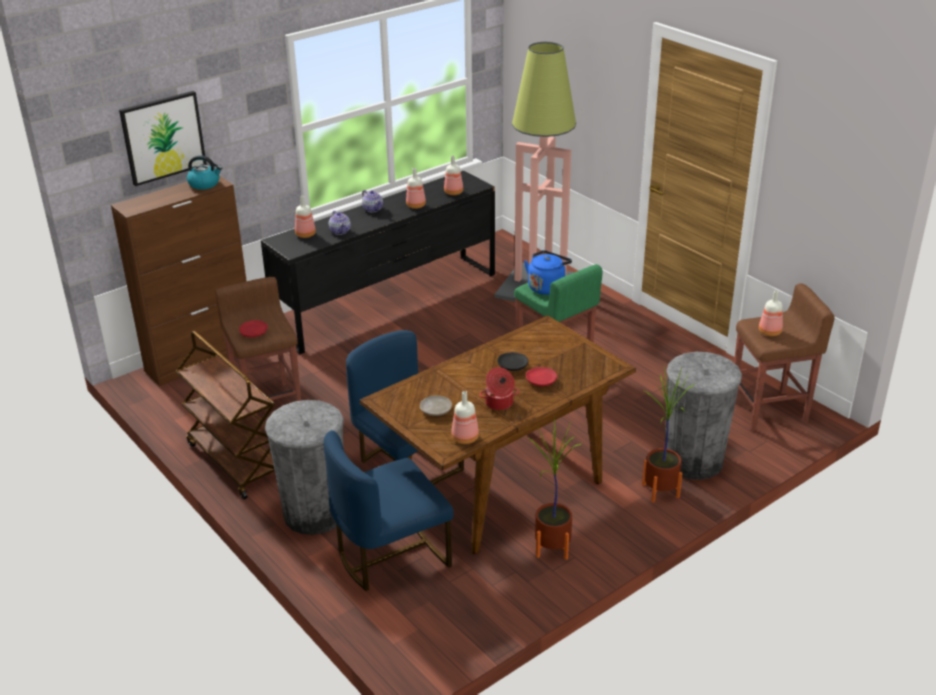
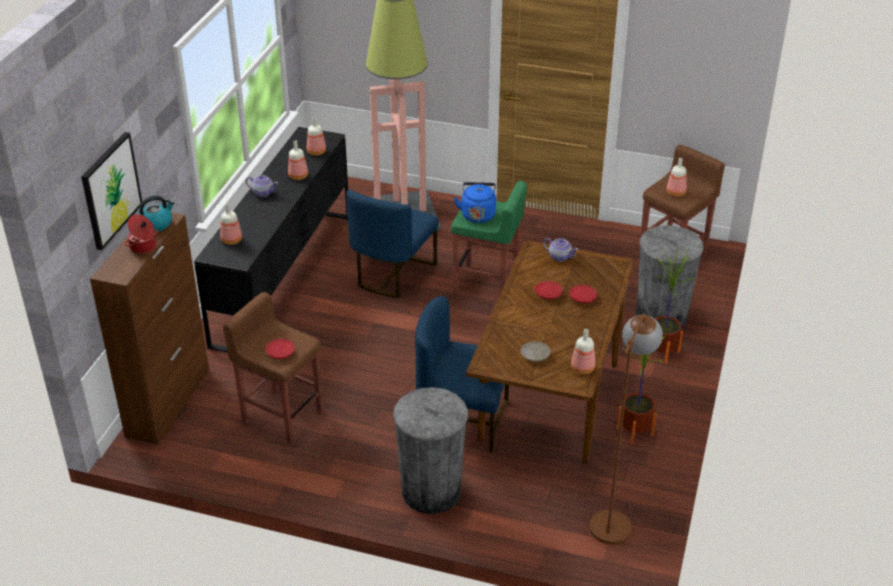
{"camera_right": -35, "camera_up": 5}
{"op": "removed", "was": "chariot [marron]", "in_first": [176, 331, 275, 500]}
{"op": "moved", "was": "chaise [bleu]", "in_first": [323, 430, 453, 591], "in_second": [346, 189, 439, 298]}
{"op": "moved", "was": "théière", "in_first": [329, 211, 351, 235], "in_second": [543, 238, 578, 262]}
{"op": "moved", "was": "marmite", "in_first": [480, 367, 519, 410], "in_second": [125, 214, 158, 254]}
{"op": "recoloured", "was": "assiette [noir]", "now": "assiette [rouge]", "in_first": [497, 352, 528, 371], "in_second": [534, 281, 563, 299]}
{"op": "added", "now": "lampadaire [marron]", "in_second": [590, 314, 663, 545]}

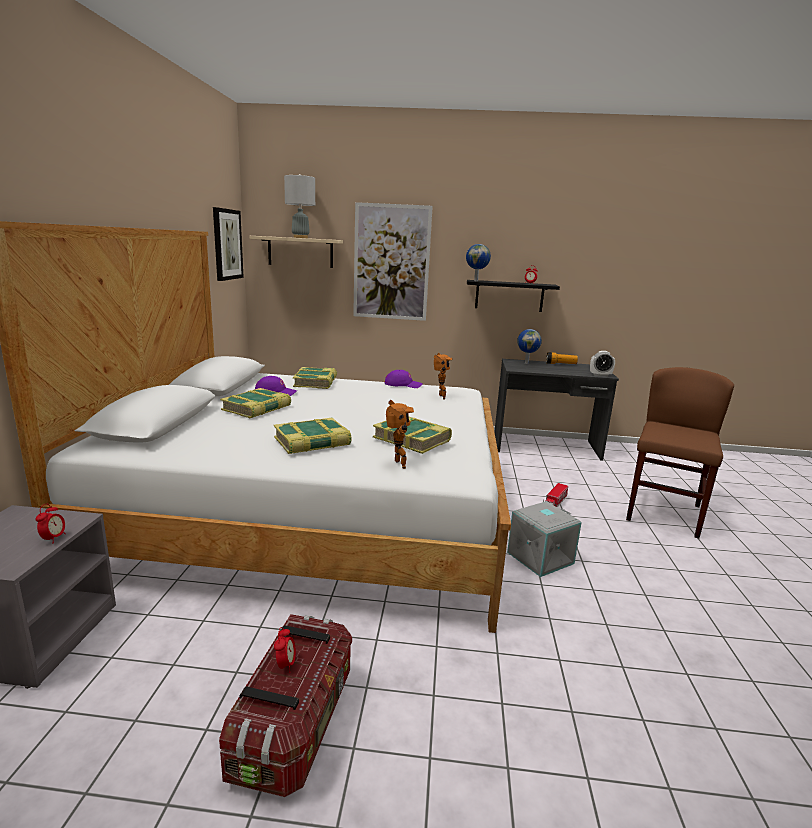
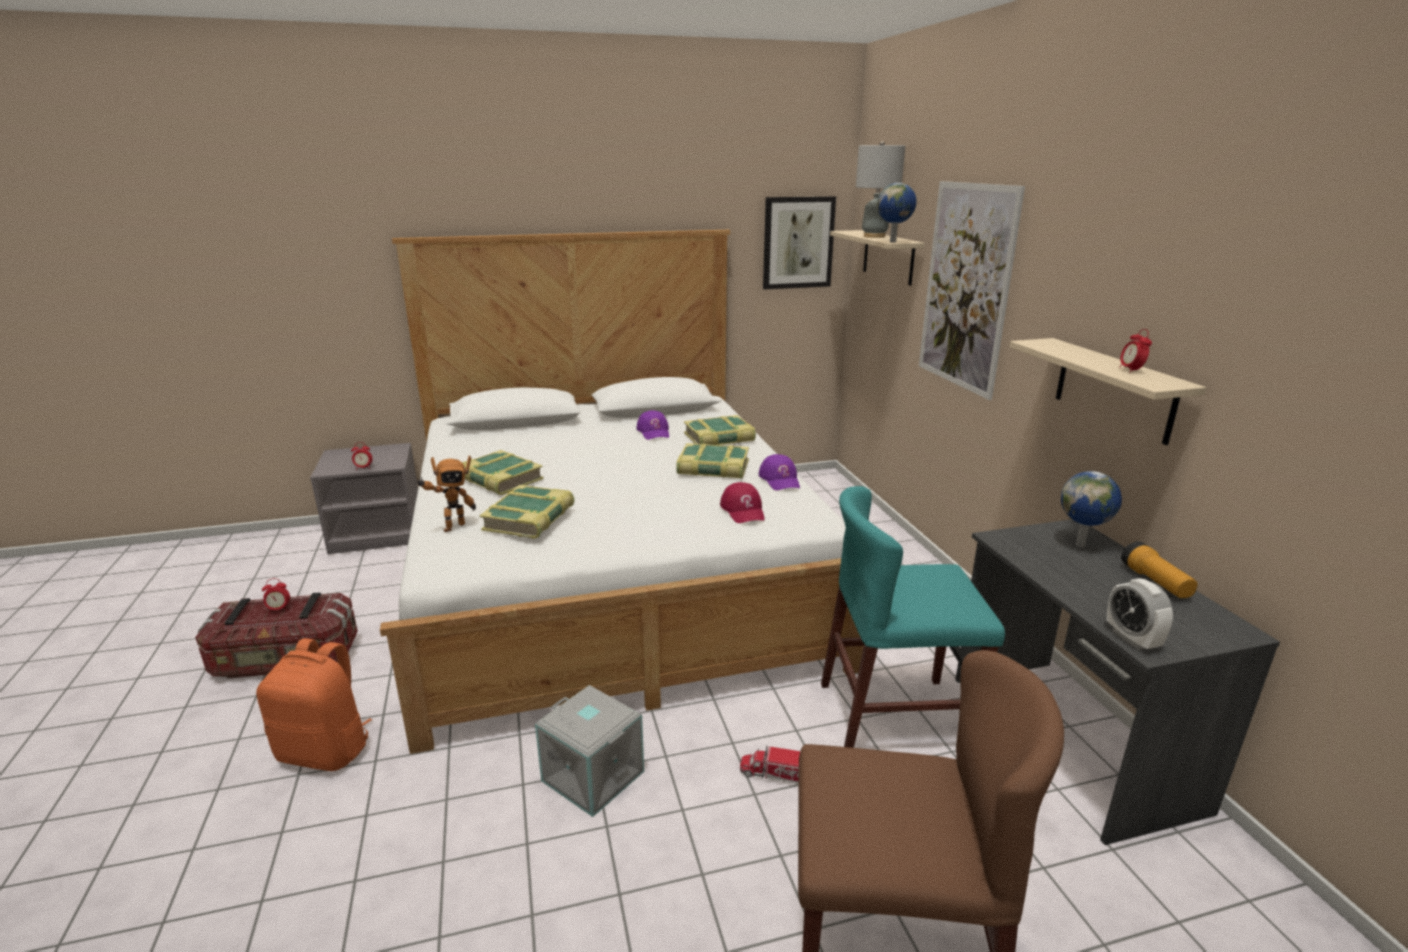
{"camera_right": 70, "camera_up": 5}
{"op": "moved", "was": "livre", "in_first": [220, 388, 291, 419], "in_second": [676, 443, 749, 478]}
{"op": "replaced", "was": "robot jouet", "now": "casquette [rouge]", "in_first": [434, 353, 453, 399], "in_second": [720, 482, 765, 523]}
{"op": "moved", "was": "globe", "in_first": [466, 244, 491, 281], "in_second": [877, 183, 917, 242]}
{"op": "recoloured", "was": "étagère [noir]", "now": "étagère [beige]", "in_first": [467, 280, 560, 312], "in_second": [1009, 338, 1206, 445]}
{"op": "added", "now": "sac à dos [orange]", "in_second": [256, 638, 372, 771]}
{"op": "added", "now": "chaise [turquoise]", "in_second": [821, 486, 1005, 748]}

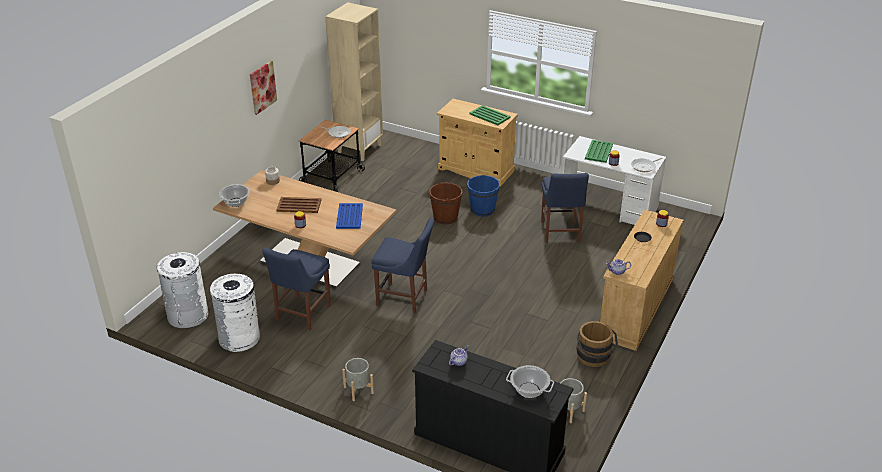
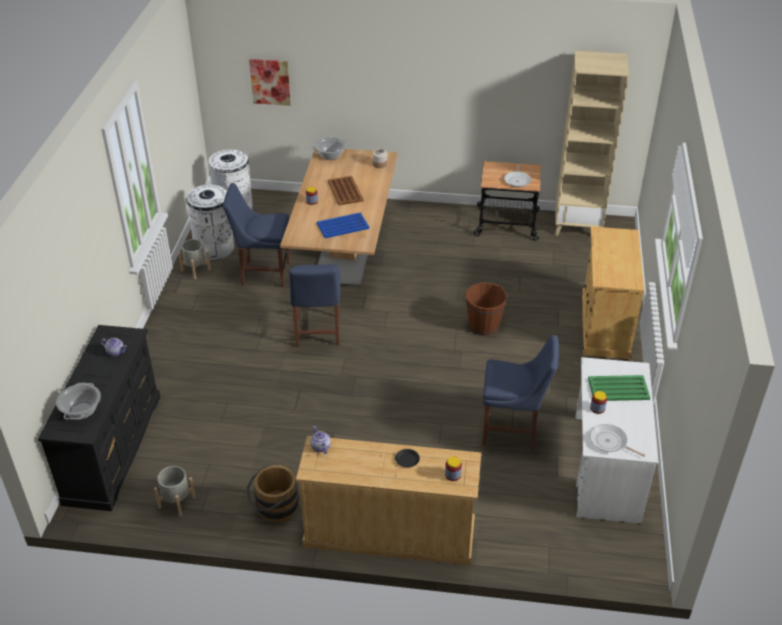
{"camera_right": 70, "camera_up": 5}
{"op": "moved", "was": "tableau", "in_first": [250, 61, 277, 115], "in_second": [249, 59, 291, 106]}
{"op": "moved", "was": "cache-pot [gris]", "in_first": [342, 358, 374, 401], "in_second": [178, 239, 211, 279]}
{"op": "removed", "was": "seau [bleu]", "in_first": [467, 175, 500, 217]}
{"op": "removed", "was": "plateau [vert]", "in_first": [470, 105, 511, 125]}
{"op": "turned", "was": "chaise [bleu]", "in_first": [541, 173, 589, 243], "in_second": [483, 335, 559, 451], "clockwise": -150}

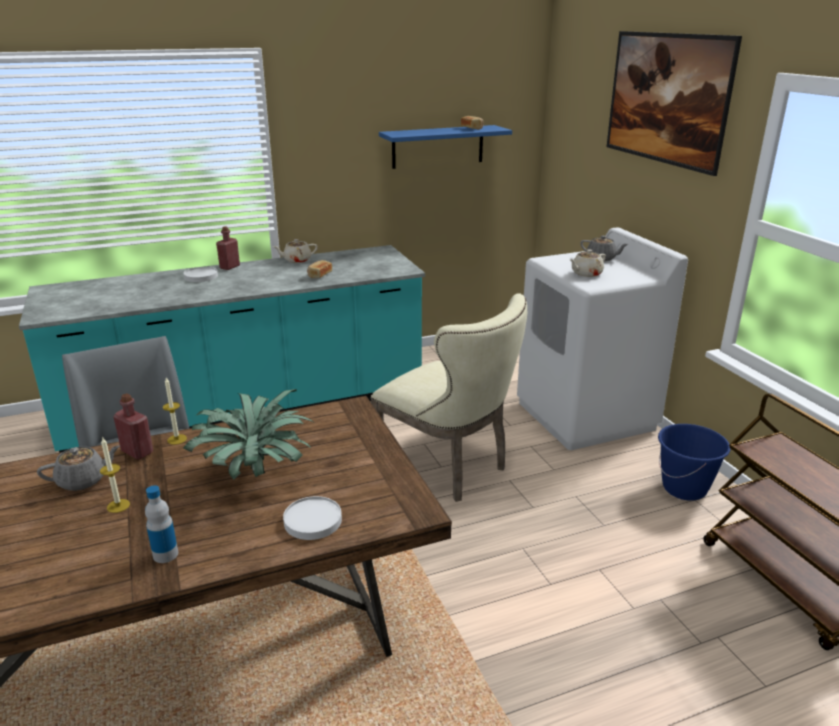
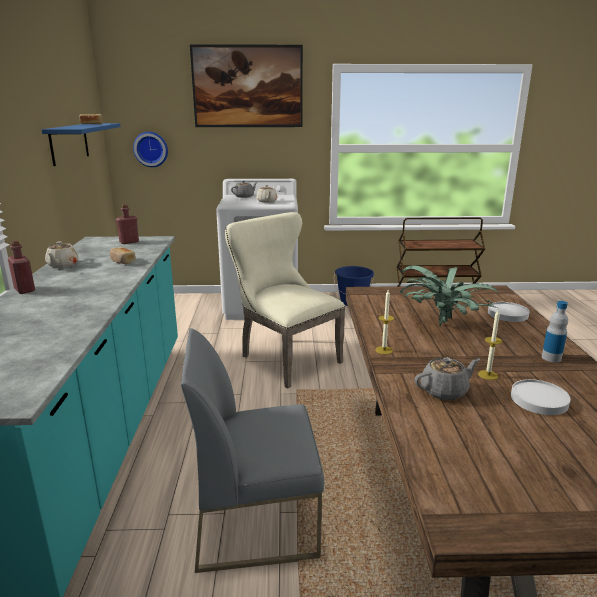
{"camera_right": -70, "camera_up": -5}
{"op": "turned", "was": "théière [gris]", "in_first": [37, 445, 120, 491], "in_second": [415, 357, 480, 400], "clockwise": 75}
{"op": "moved", "was": "bouteille [rouge]", "in_first": [114, 394, 153, 460], "in_second": [116, 204, 139, 244]}
{"op": "moved", "was": "assiette [blanc]", "in_first": [184, 267, 218, 282], "in_second": [511, 379, 570, 415]}
{"op": "turned", "was": "chaise [beige]", "in_first": [371, 293, 527, 502], "in_second": [225, 212, 345, 389], "clockwise": -105}
{"op": "added", "now": "horloge murale", "in_second": [133, 132, 168, 167]}

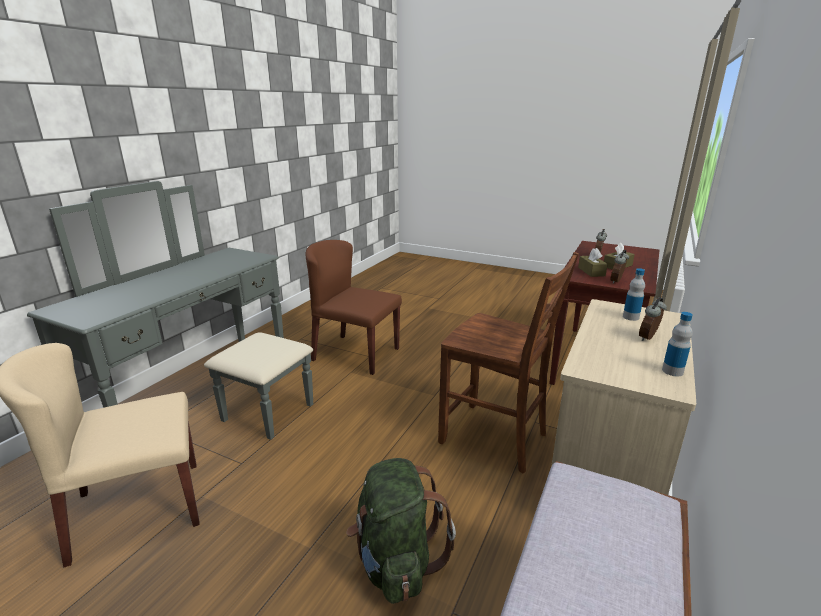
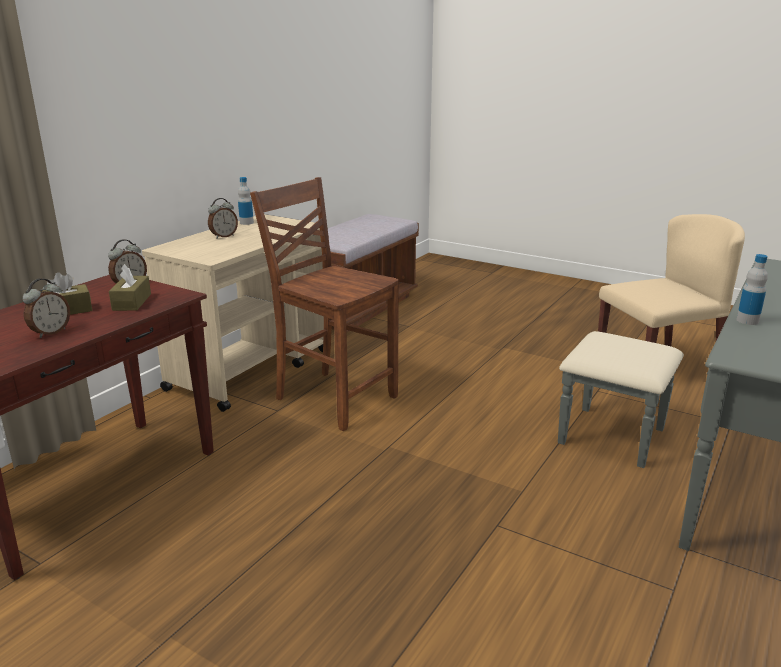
{"camera_right": -175, "camera_up": 0}
{"op": "removed", "was": "chaise [marron]", "in_first": [306, 240, 402, 375]}
{"op": "removed", "was": "sac à dos [vert]", "in_first": [346, 458, 456, 604]}
{"op": "moved", "was": "bouteille", "in_first": [623, 268, 645, 321], "in_second": [736, 254, 768, 325]}

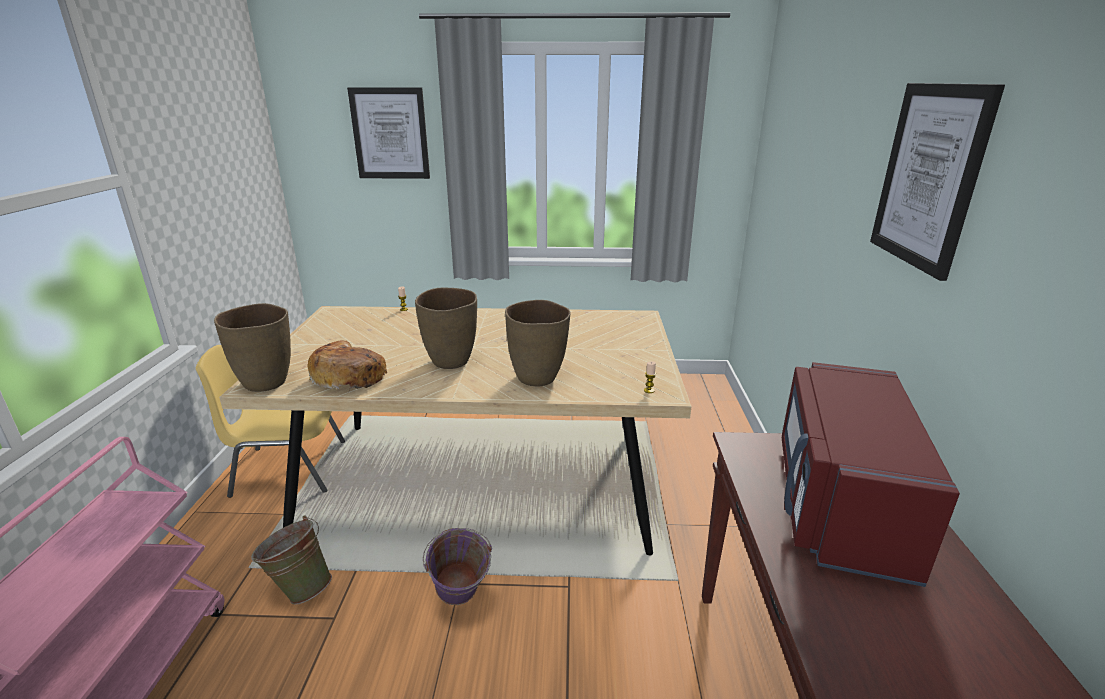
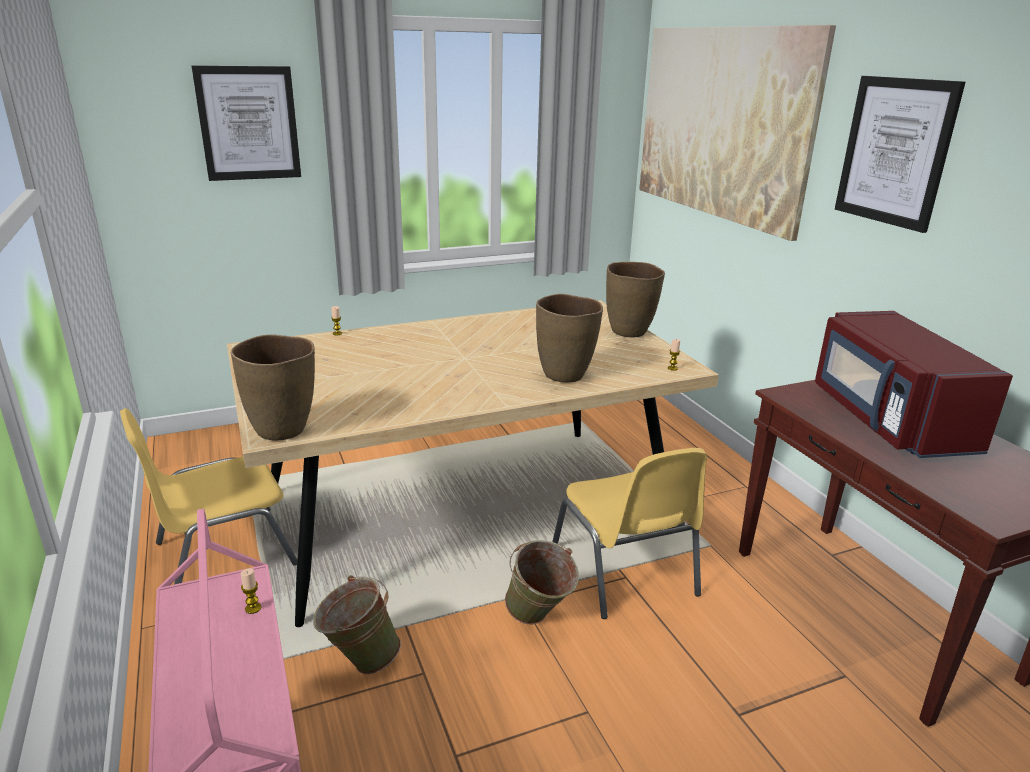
{"camera_right": -25, "camera_up": 0}
{"op": "removed", "was": "pain", "in_first": [308, 341, 387, 391]}
{"op": "moved", "was": "vase [marron]", "in_first": [415, 288, 477, 369], "in_second": [606, 262, 665, 337]}
{"op": "recoloured", "was": "seau [violet]", "now": "seau [vert]", "in_first": [423, 528, 492, 605], "in_second": [505, 540, 579, 624]}
{"op": "added", "now": "bougie", "in_second": [241, 568, 261, 614]}
{"op": "added", "now": "chaise [jaune]", "in_second": [552, 448, 707, 619]}
{"op": "added", "now": "tableau", "in_second": [639, 25, 836, 241]}

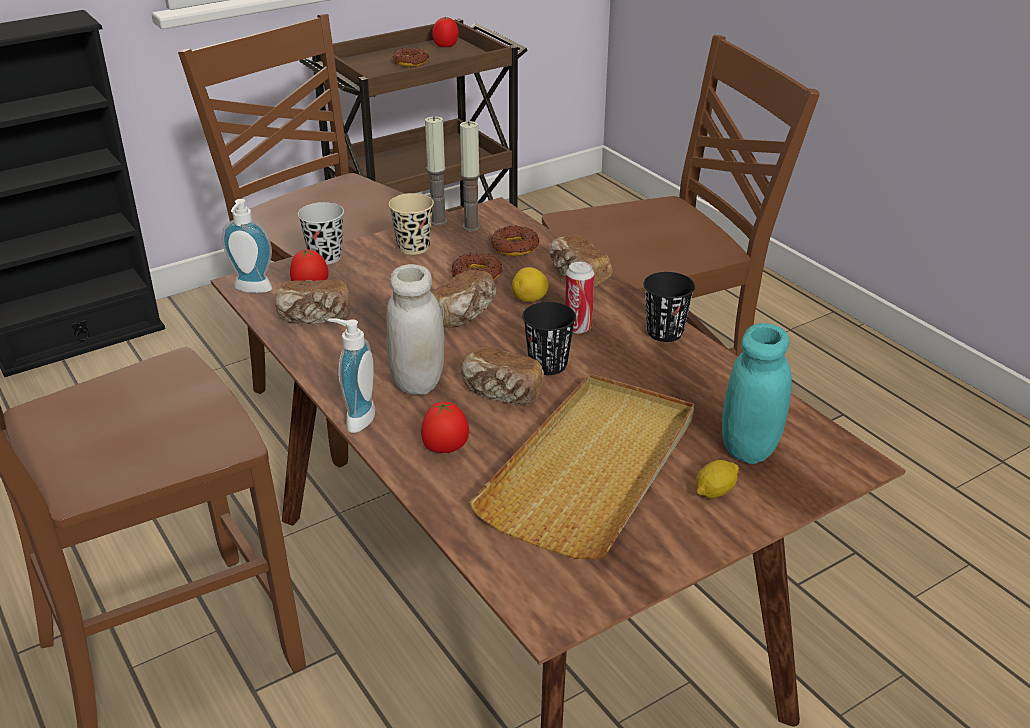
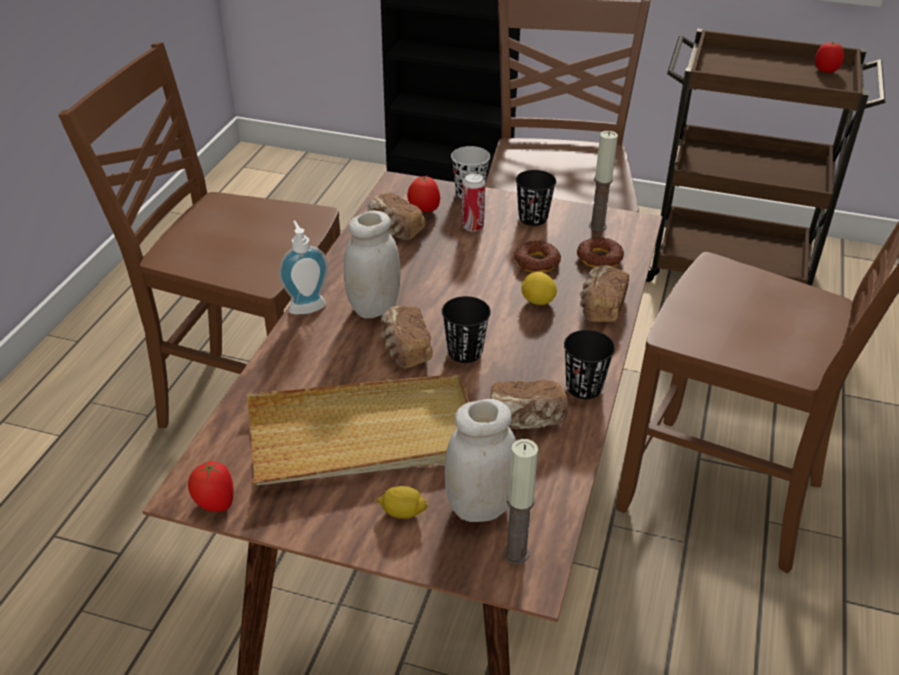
{"camera_right": 50, "camera_up": 5}
{"op": "removed", "was": "distributeur de savon", "in_first": [222, 199, 272, 293]}
{"op": "recoloured", "was": "tasse [beige]", "now": "tasse [noir]", "in_first": [389, 193, 434, 255], "in_second": [516, 170, 556, 226]}
{"op": "removed", "was": "beignet", "in_first": [393, 48, 429, 67]}
{"op": "moved", "was": "tomate", "in_first": [421, 401, 469, 453], "in_second": [188, 461, 233, 512]}
{"op": "moved", "was": "bougie", "in_first": [425, 116, 448, 226], "in_second": [503, 439, 538, 564]}
{"op": "moved", "was": "pain", "in_first": [432, 270, 497, 328], "in_second": [490, 379, 568, 429]}
{"op": "moved", "was": "boîte métallique", "in_first": [565, 262, 595, 333], "in_second": [462, 173, 485, 232]}
{"op": "recoloured", "was": "bocal [turquoise]", "now": "bocal [blanc]", "in_first": [722, 323, 792, 464], "in_second": [445, 399, 516, 522]}

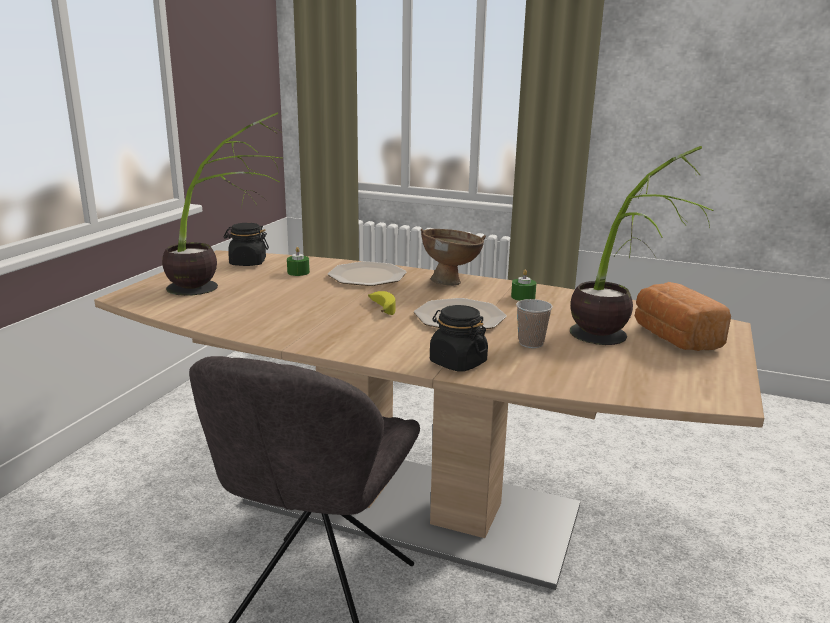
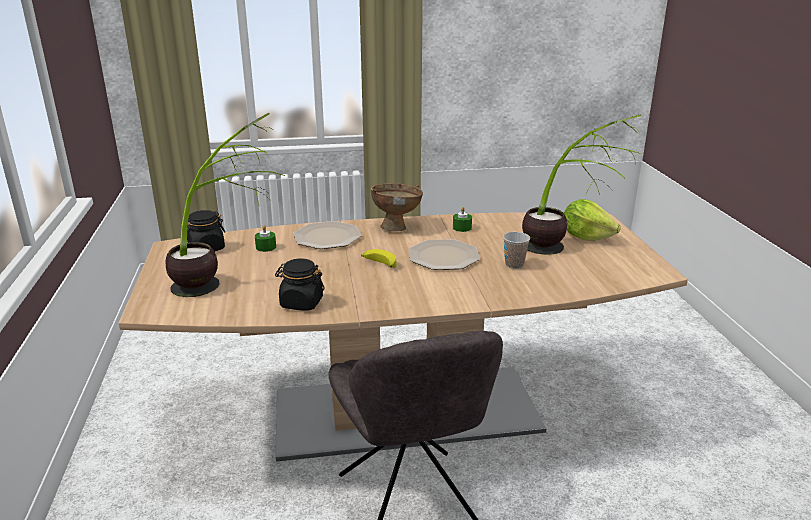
{"camera_right": -30, "camera_up": 5}
{"op": "moved", "was": "bocal [noir]", "in_first": [430, 305, 488, 372], "in_second": [275, 258, 325, 310]}
{"op": "replaced", "was": "pain", "now": "laitue", "in_first": [635, 282, 731, 351], "in_second": [564, 199, 621, 241]}

